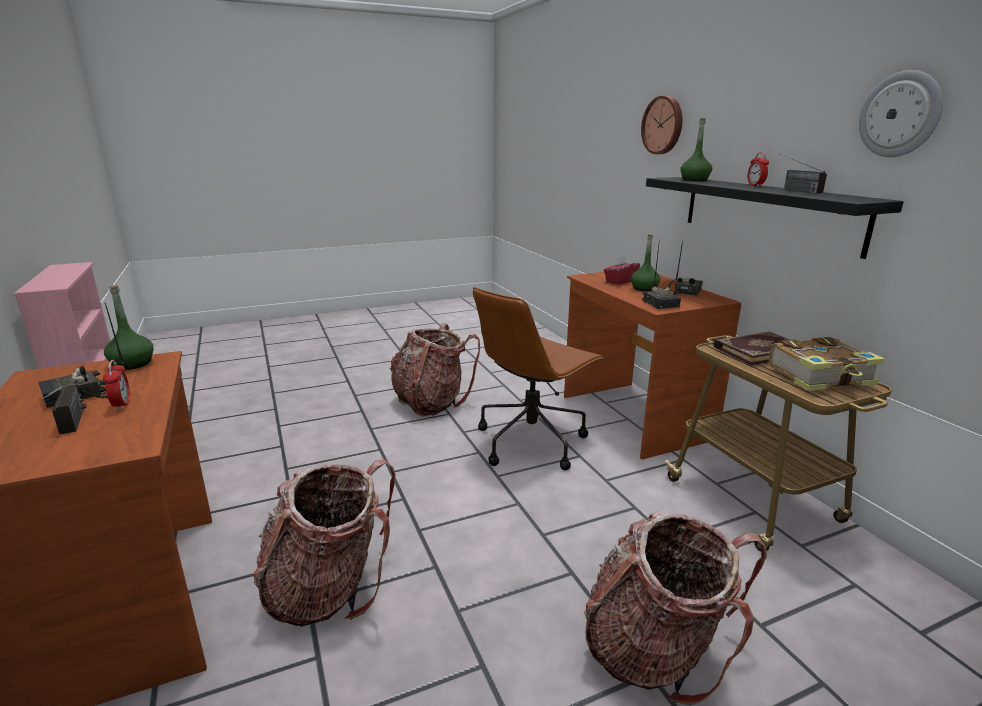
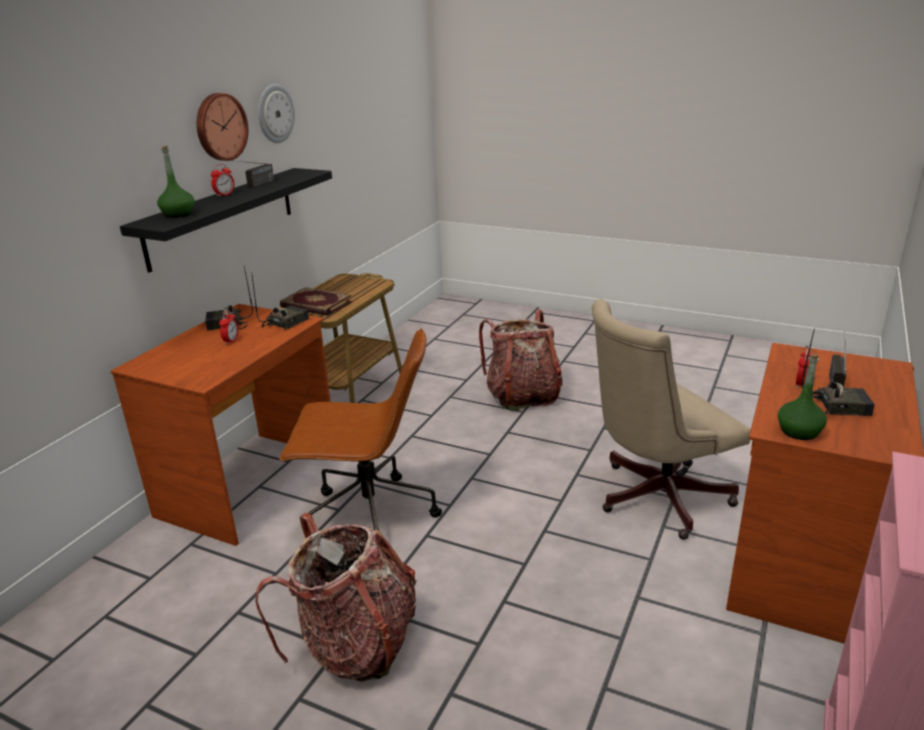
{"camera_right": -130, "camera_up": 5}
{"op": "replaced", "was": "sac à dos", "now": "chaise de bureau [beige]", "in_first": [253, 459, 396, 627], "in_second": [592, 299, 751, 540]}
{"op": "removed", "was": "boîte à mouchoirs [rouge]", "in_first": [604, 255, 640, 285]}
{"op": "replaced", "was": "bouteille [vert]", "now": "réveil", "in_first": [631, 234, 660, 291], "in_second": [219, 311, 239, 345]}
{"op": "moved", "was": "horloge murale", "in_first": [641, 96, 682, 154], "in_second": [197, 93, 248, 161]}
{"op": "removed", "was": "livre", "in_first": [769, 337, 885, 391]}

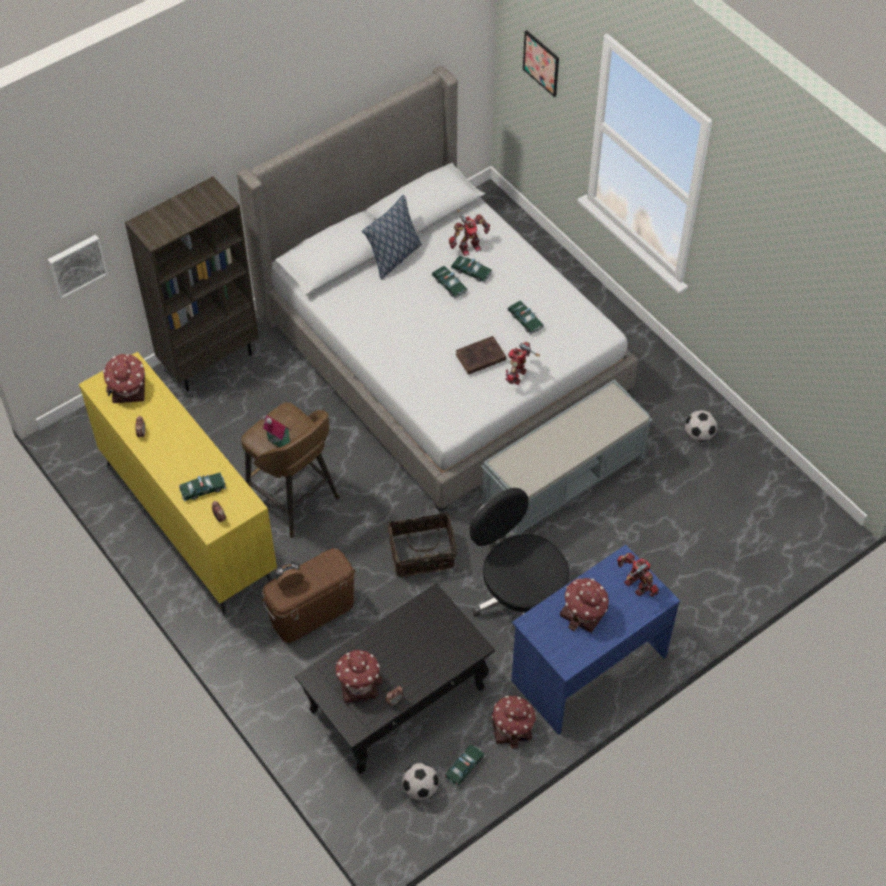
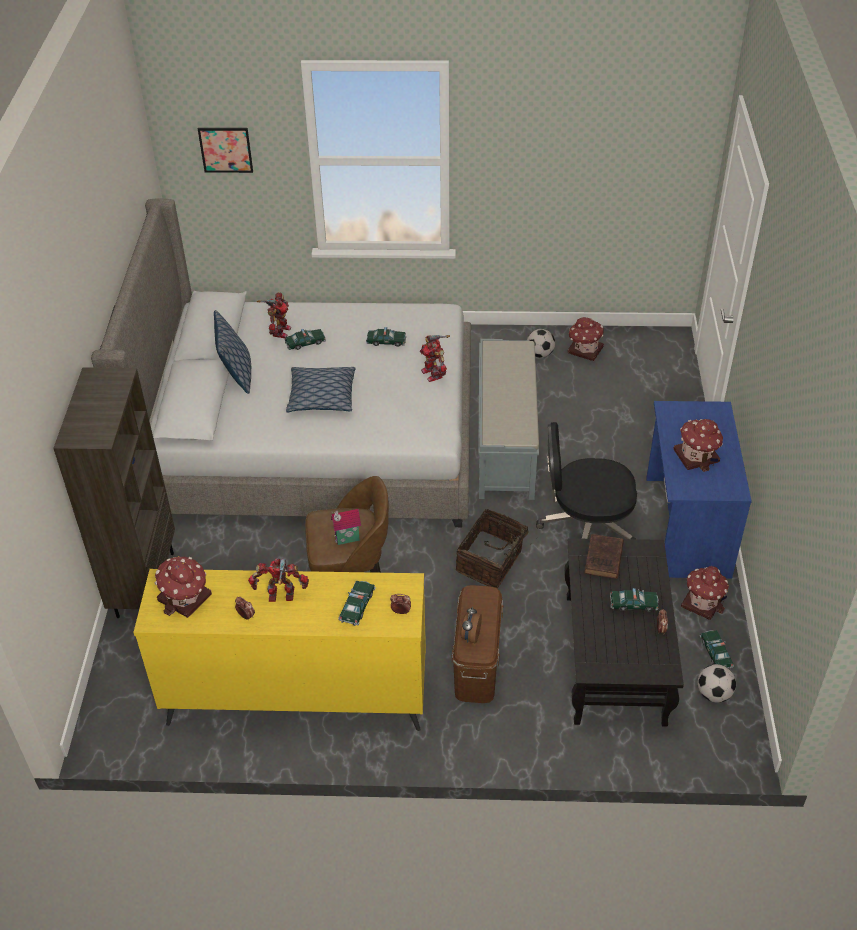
{"camera_right": -50, "camera_up": -10}
{"op": "removed", "was": "tableau", "in_first": [48, 234, 108, 299]}
{"op": "moved", "was": "maison miniature", "in_first": [336, 650, 382, 703], "in_second": [567, 317, 604, 361]}
{"op": "moved", "was": "petite voiture", "in_first": [431, 266, 468, 299], "in_second": [610, 588, 659, 611]}
{"op": "moved", "was": "livre [marron]", "in_first": [456, 336, 506, 375], "in_second": [584, 534, 624, 579]}
{"op": "moved", "was": "robot jouet", "in_first": [617, 553, 659, 597], "in_second": [248, 559, 309, 602]}
{"op": "added", "now": "coussin", "in_second": [286, 367, 355, 412]}

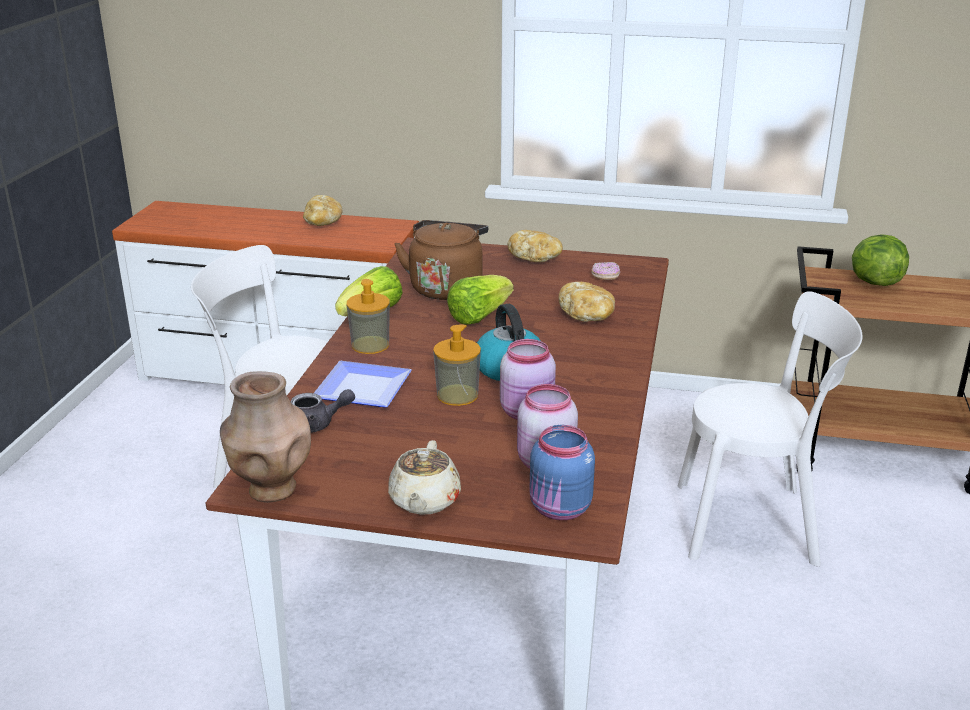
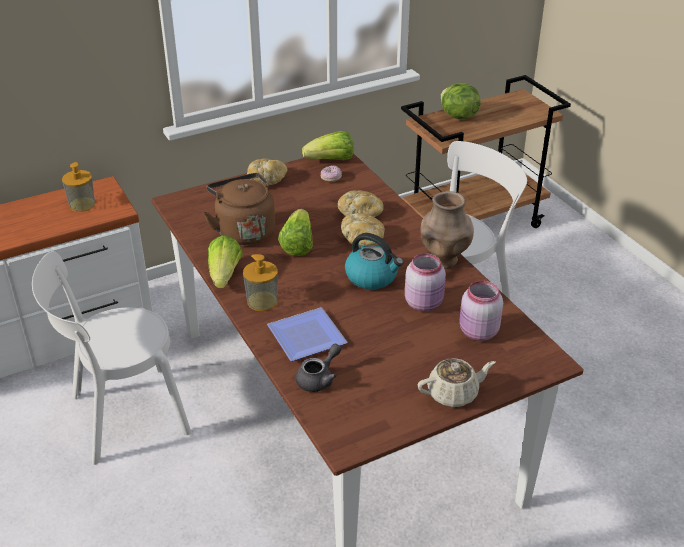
{"camera_right": -40, "camera_up": 10}
{"op": "moved", "was": "vase [marron]", "in_first": [220, 371, 311, 503], "in_second": [421, 191, 474, 269]}
{"op": "moved", "was": "pain", "in_first": [303, 195, 342, 226], "in_second": [341, 213, 385, 247]}
{"op": "turned", "was": "théière [beige]", "in_first": [388, 440, 461, 515], "in_second": [417, 358, 495, 407], "clockwise": -75}
{"op": "moved", "was": "distributeur de savon", "in_first": [433, 324, 481, 406], "in_second": [62, 162, 95, 212]}
{"op": "removed", "was": "bocal [bleu]", "in_first": [529, 425, 595, 520]}
{"op": "added", "now": "laitue", "in_second": [302, 131, 354, 160]}

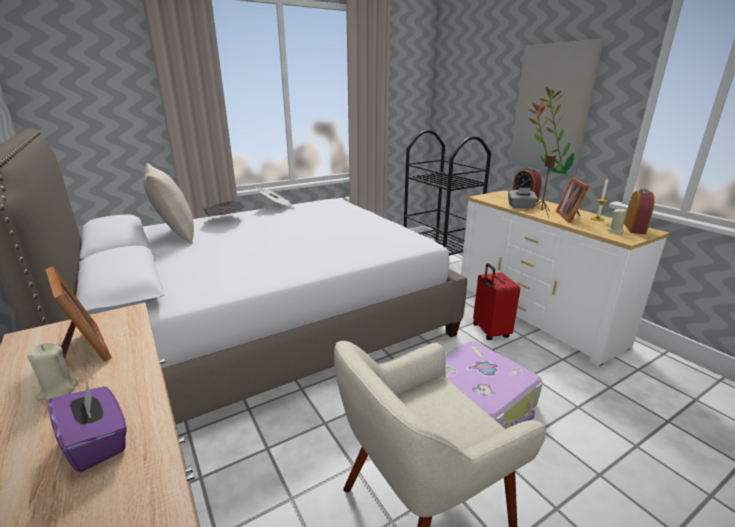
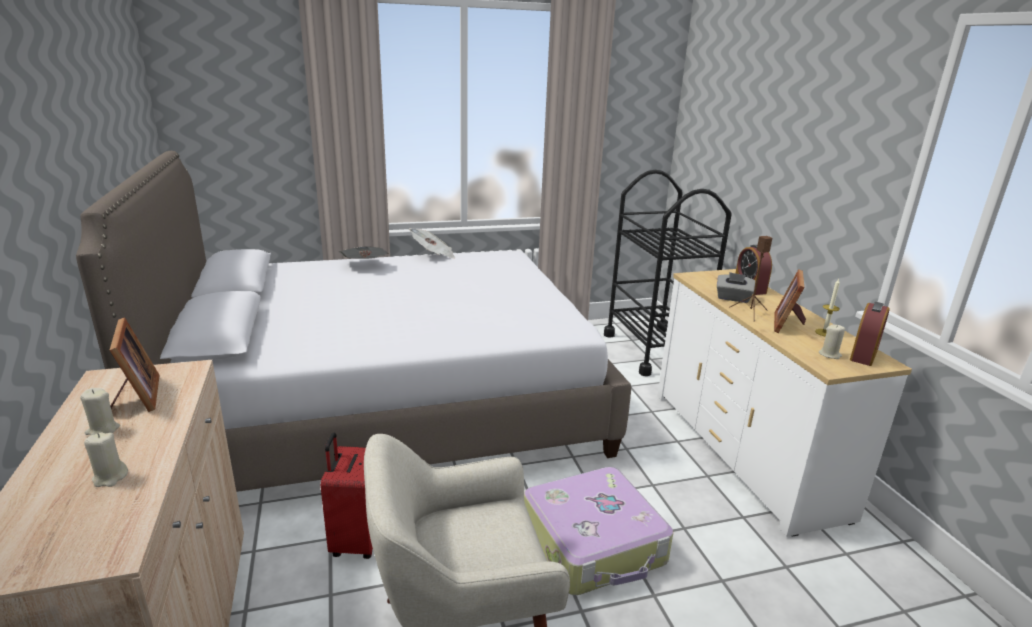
{"camera_right": 15, "camera_up": 0}
{"op": "replaced", "was": "boîte à mouchoirs [violet]", "now": "bougie [beige]", "in_first": [48, 379, 127, 472], "in_second": [84, 433, 128, 487]}
{"op": "removed", "was": "coussin [beige]", "in_first": [143, 163, 194, 244]}
{"op": "moved", "was": "valise [rouge]", "in_first": [473, 263, 520, 340], "in_second": [320, 433, 373, 559]}
{"op": "removed", "was": "tableau", "in_first": [509, 39, 604, 176]}

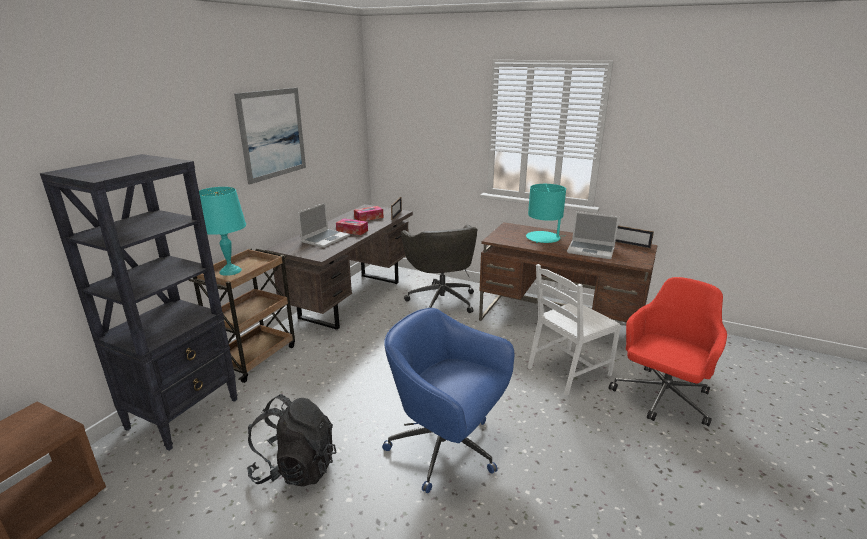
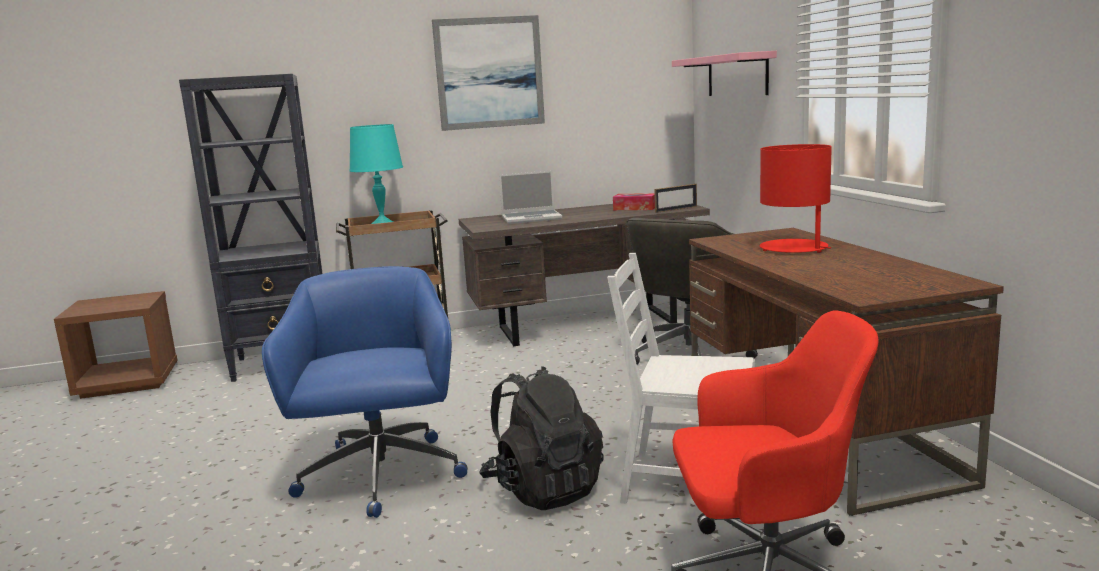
{"camera_right": 50, "camera_up": -10}
{"op": "moved", "was": "sac à dos [noir]", "in_first": [247, 394, 337, 487], "in_second": [479, 366, 604, 510]}
{"op": "removed", "was": "boîte à mouchoirs", "in_first": [336, 218, 368, 235]}
{"op": "recoloured", "was": "lampe de table [turquoise]", "now": "lampe de table [rouge]", "in_first": [526, 184, 566, 243], "in_second": [760, 144, 832, 253]}
{"op": "removed", "was": "ordinateur portable", "in_first": [567, 212, 619, 259]}
{"op": "removed", "was": "cadre photo", "in_first": [615, 225, 654, 249]}
{"op": "added", "now": "étagère [rose]", "in_second": [672, 51, 777, 96]}

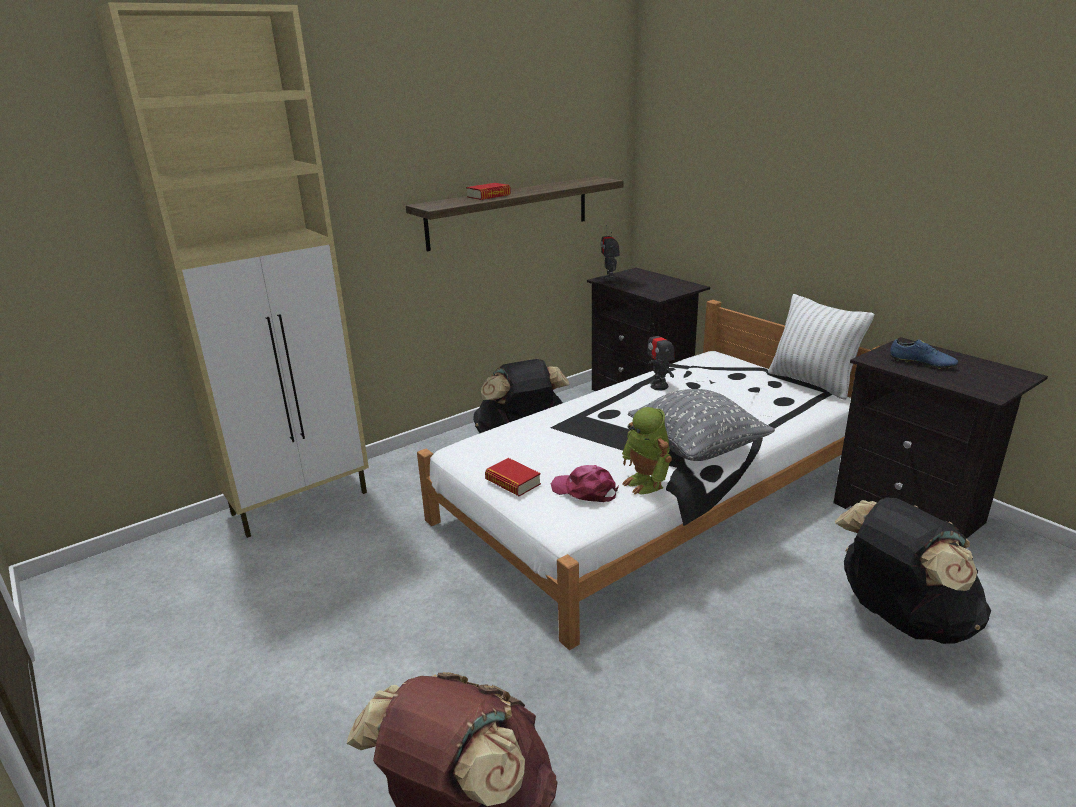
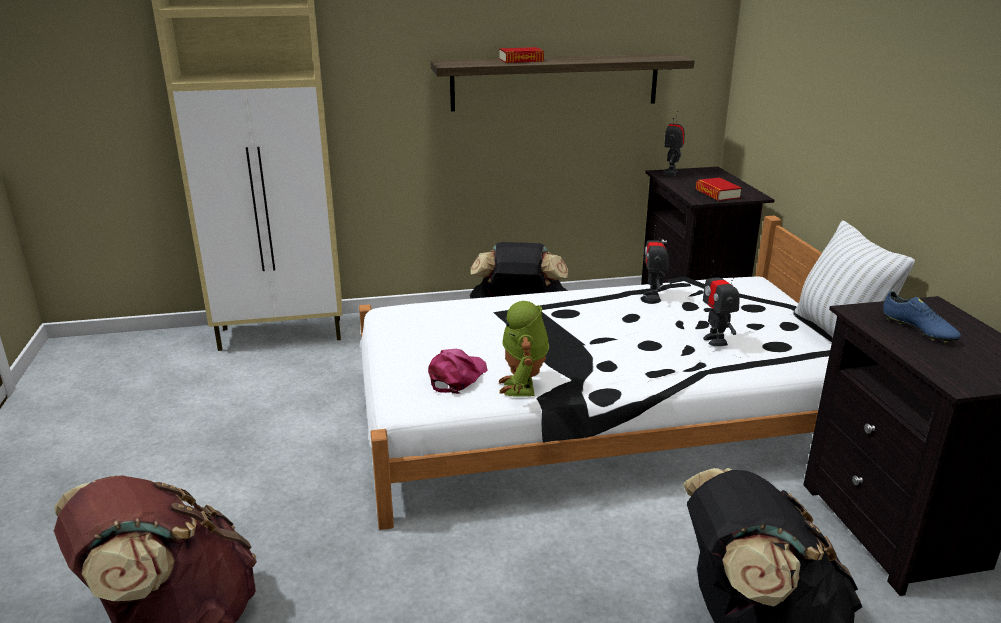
{"camera_right": 25, "camera_up": 0}
{"op": "moved", "was": "livre", "in_first": [485, 458, 541, 496], "in_second": [696, 178, 742, 201]}
{"op": "turned", "was": "casquette [rose]", "in_first": [551, 465, 618, 502], "in_second": [428, 349, 487, 394], "clockwise": 60}
{"op": "removed", "was": "coussin [gris]", "in_first": [628, 389, 775, 461]}
{"op": "added", "now": "robot jouet", "in_second": [703, 261, 740, 346]}

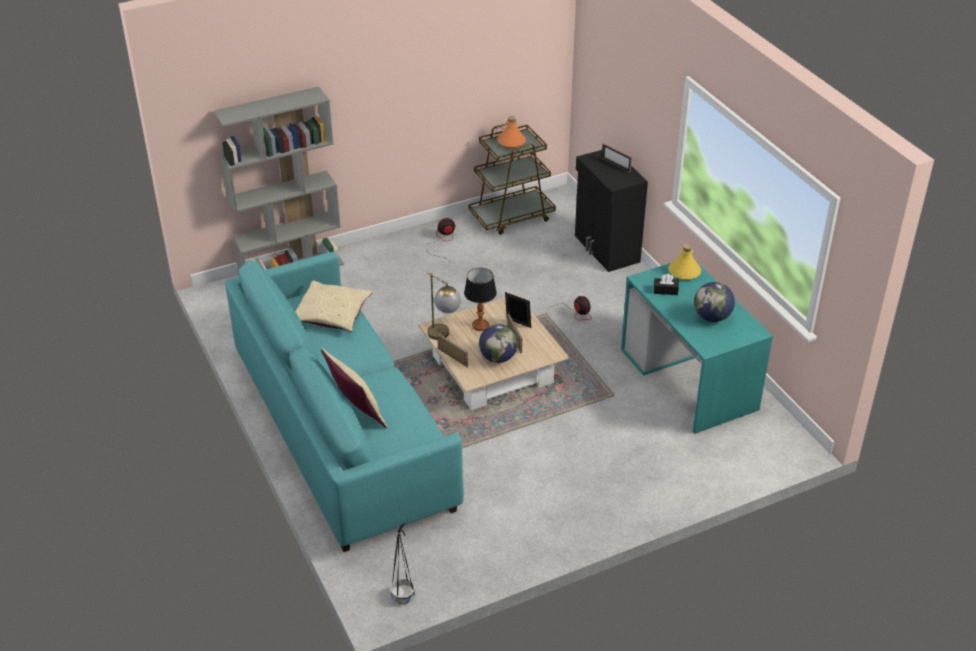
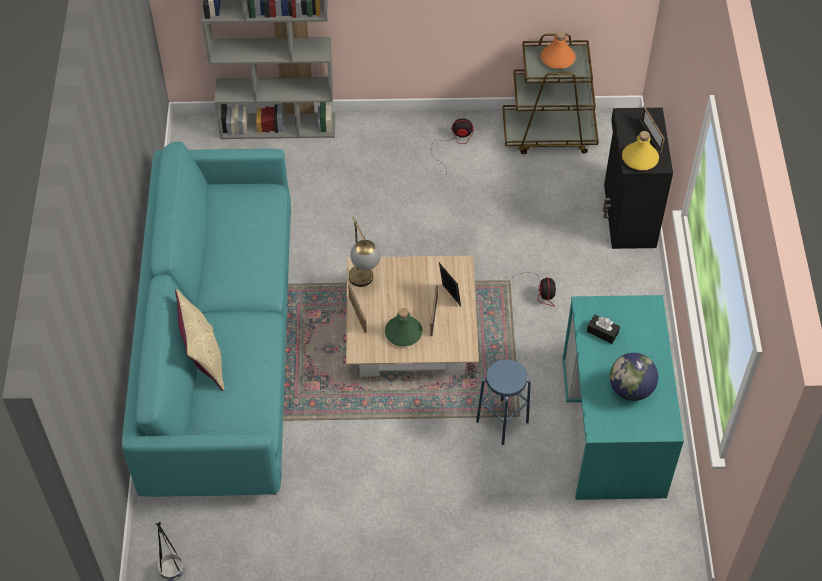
{"camera_right": 25, "camera_up": 15}
{"op": "removed", "was": "coussin [beige]", "in_first": [295, 280, 373, 332]}
{"op": "removed", "was": "lampe de table", "in_first": [464, 268, 497, 331]}
{"op": "replaced", "was": "globe", "now": "bouteille [vert]", "in_first": [479, 324, 518, 363], "in_second": [385, 308, 422, 347]}
{"op": "moved", "was": "bouteille [jaune]", "in_first": [668, 244, 701, 280], "in_second": [622, 131, 659, 170]}
{"op": "added", "now": "tabouret [bleu]", "in_second": [476, 359, 531, 445]}

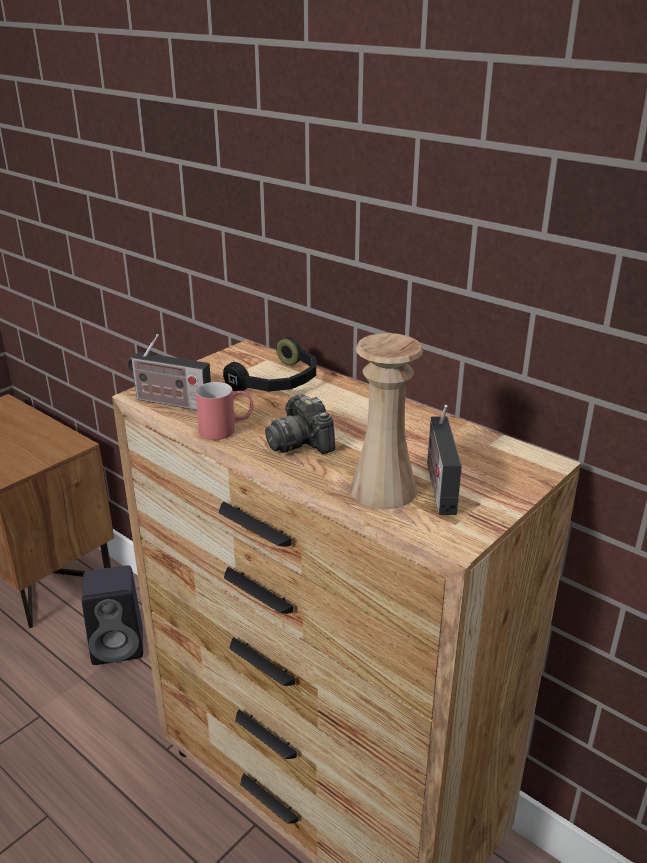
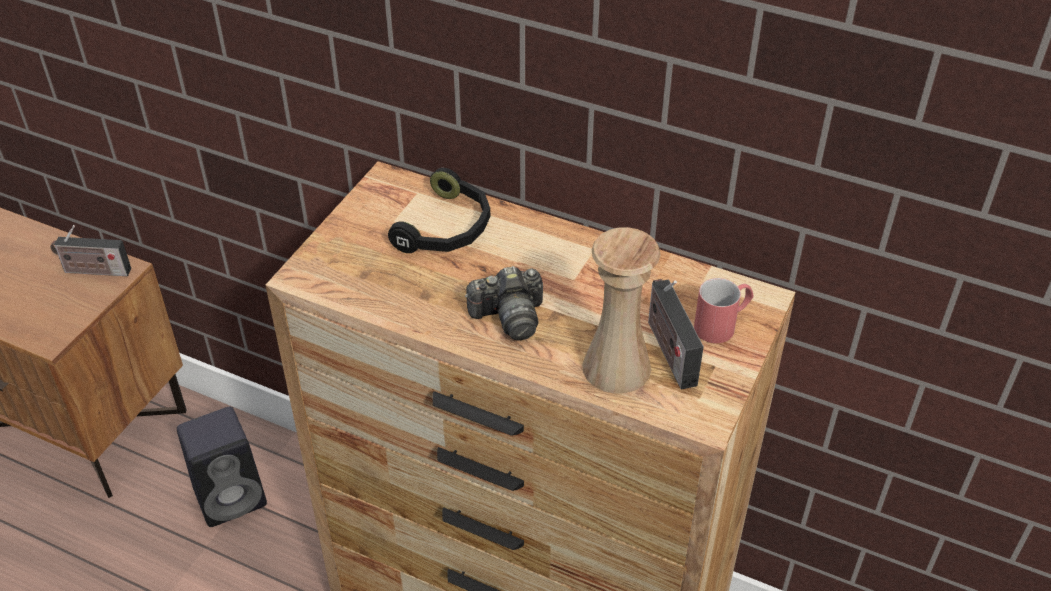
{"camera_right": -15, "camera_up": 15}
{"op": "moved", "was": "radio", "in_first": [127, 334, 211, 410], "in_second": [50, 225, 131, 276]}
{"op": "moved", "was": "mug [rouge]", "in_first": [195, 382, 253, 440], "in_second": [694, 278, 754, 343]}
{"op": "turned", "was": "appareil photo", "in_first": [265, 394, 335, 454], "in_second": [465, 266, 543, 341], "clockwise": -60}

